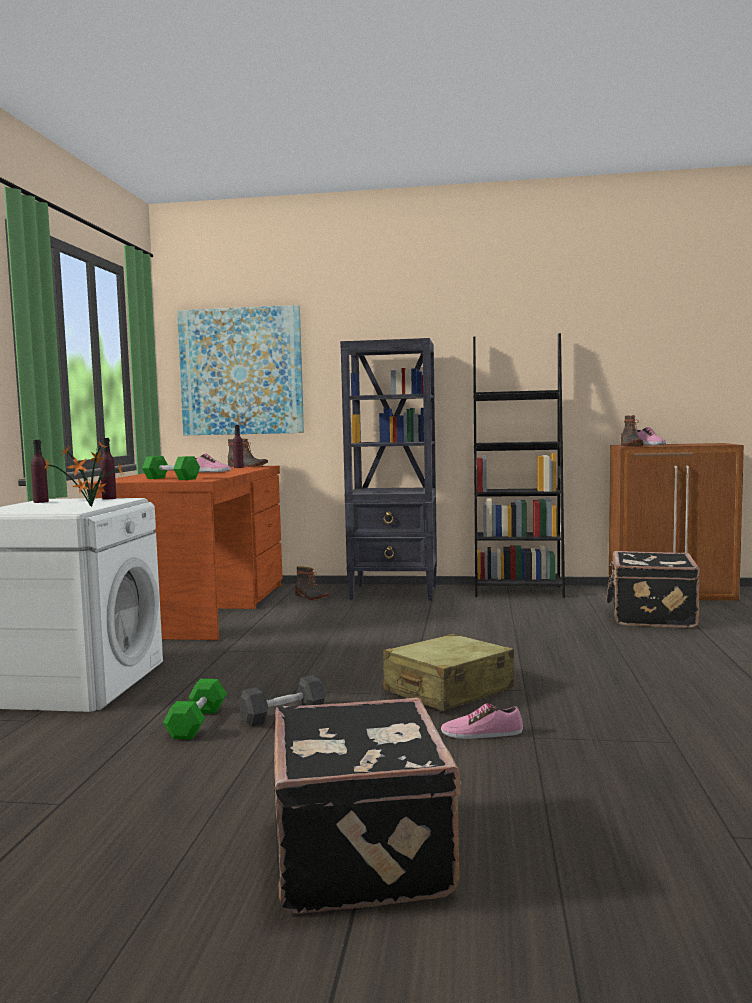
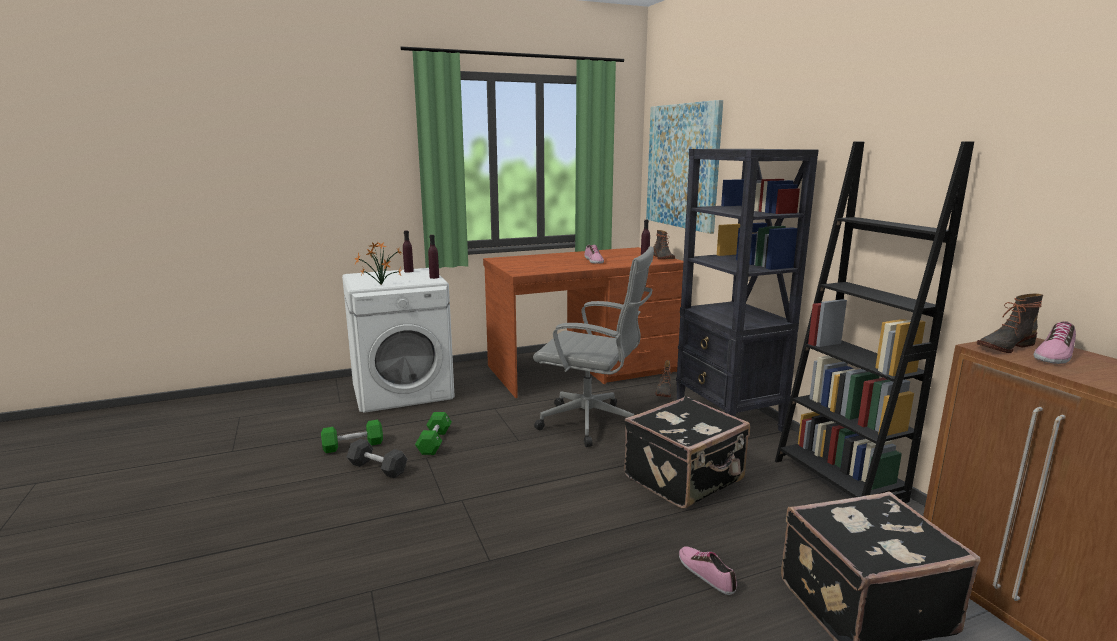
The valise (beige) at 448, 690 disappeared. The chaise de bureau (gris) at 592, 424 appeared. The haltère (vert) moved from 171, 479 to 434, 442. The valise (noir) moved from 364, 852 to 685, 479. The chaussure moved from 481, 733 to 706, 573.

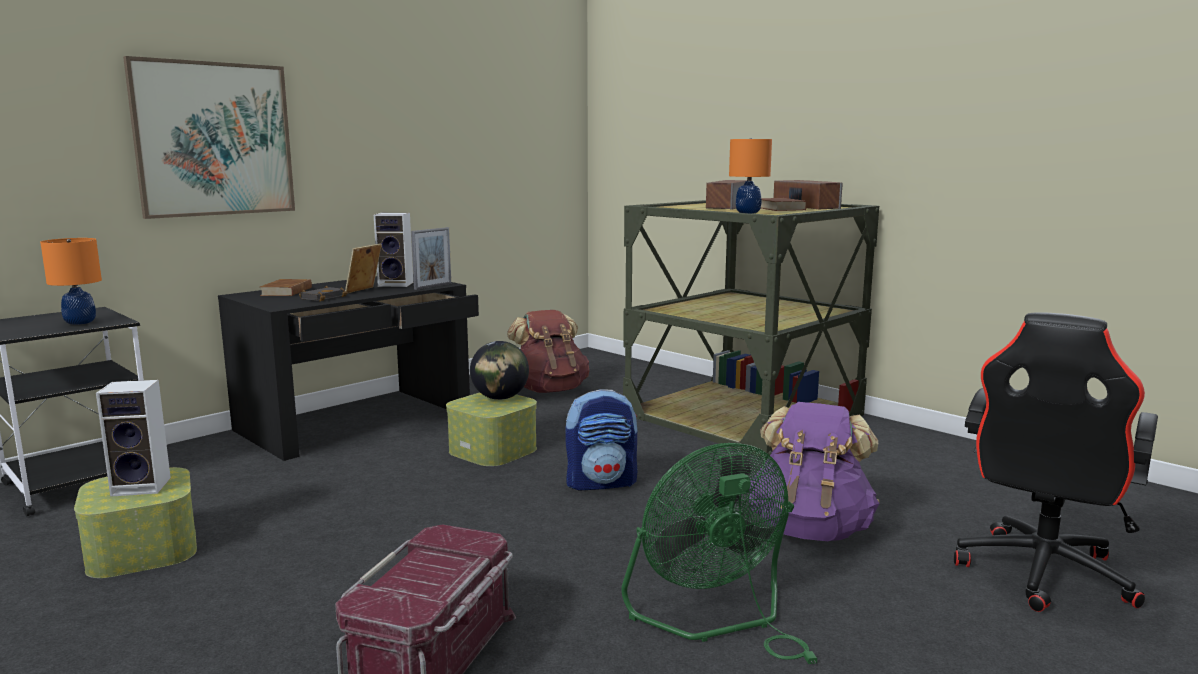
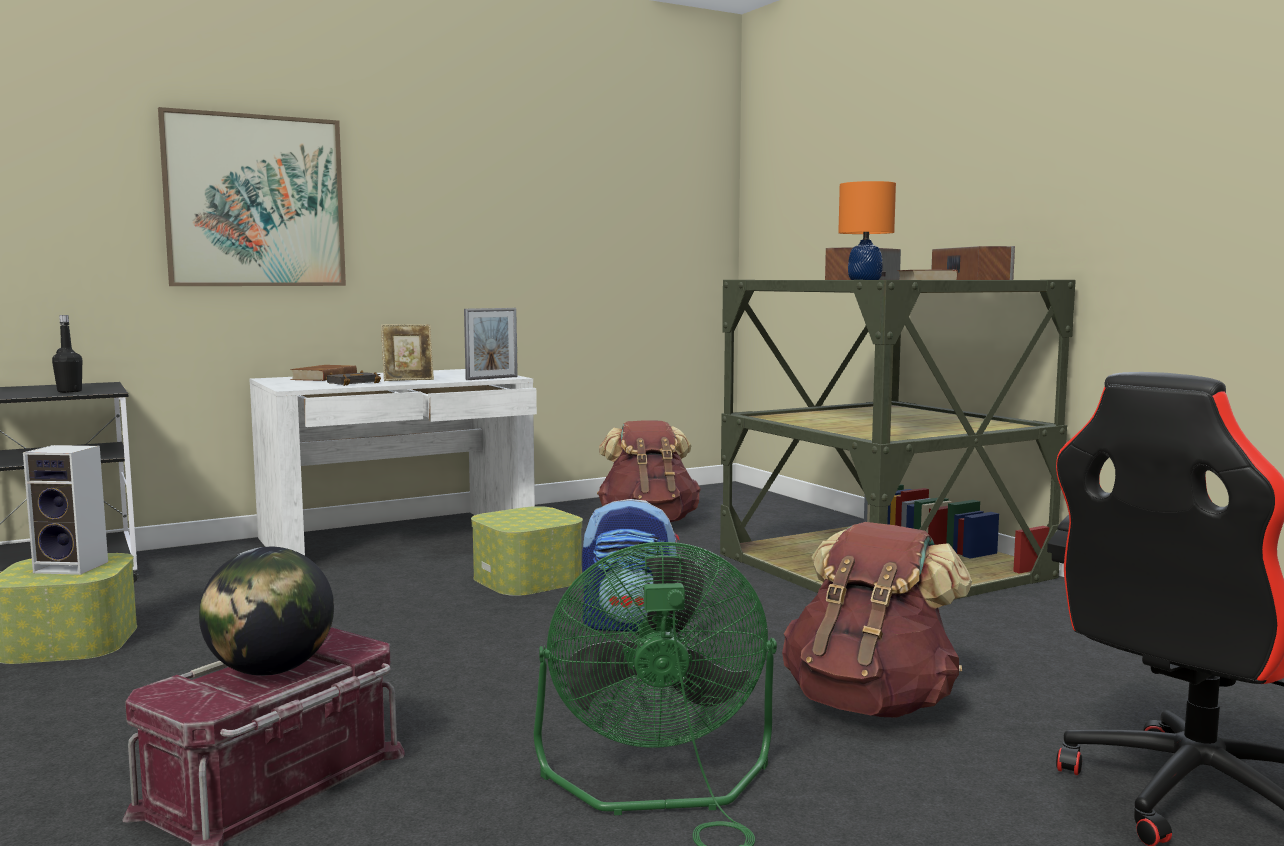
The enceinte at 397, 284 disappeared. The globe moved from 500, 398 to 271, 671. The lampe de table (orange) at 79, 323 was replaced by the bouteille (noir) at 69, 391. The bureau (noir) at 363, 422 became the bureau (blanc) at 403, 540. The sac à dos (violet) at 810, 530 became the sac à dos (marron) at 871, 704. The cadre photo at 364, 291 turned 150 degrees counterclockwise.

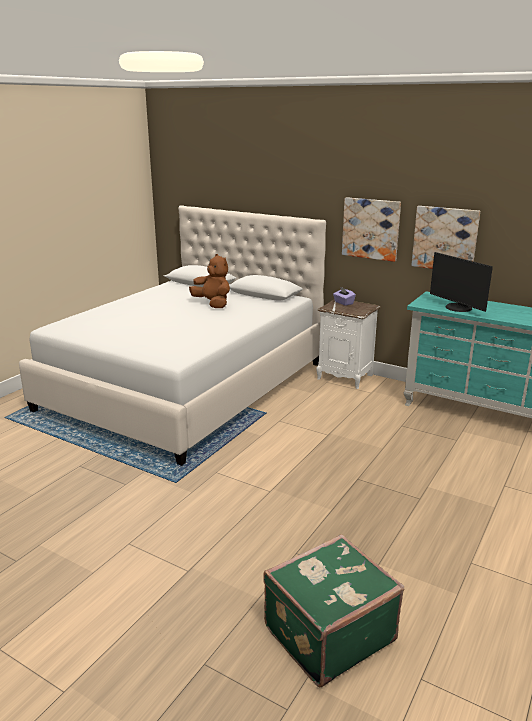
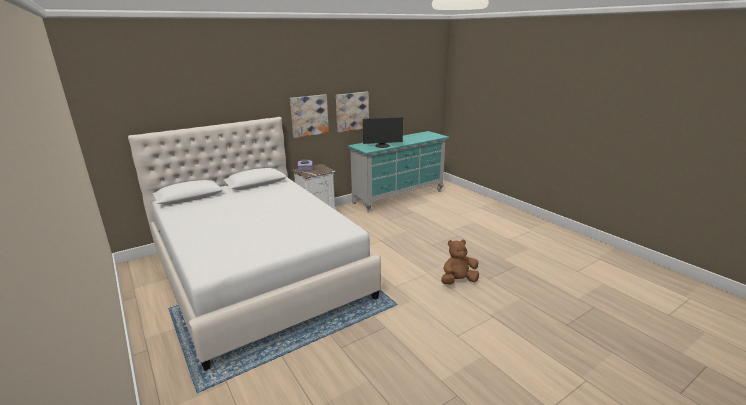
The valise (vert) at 327, 632 disappeared. The peluche (marron) moved from 213, 304 to 458, 281.

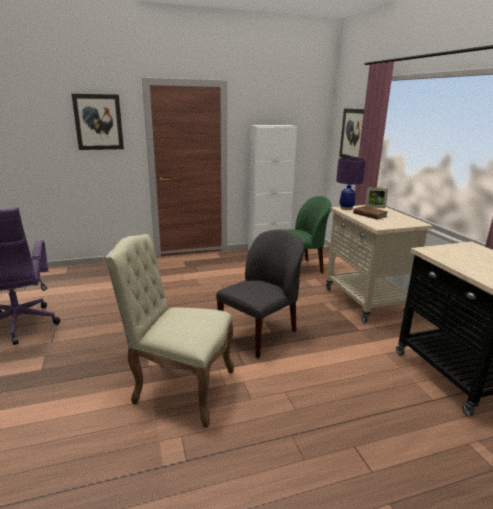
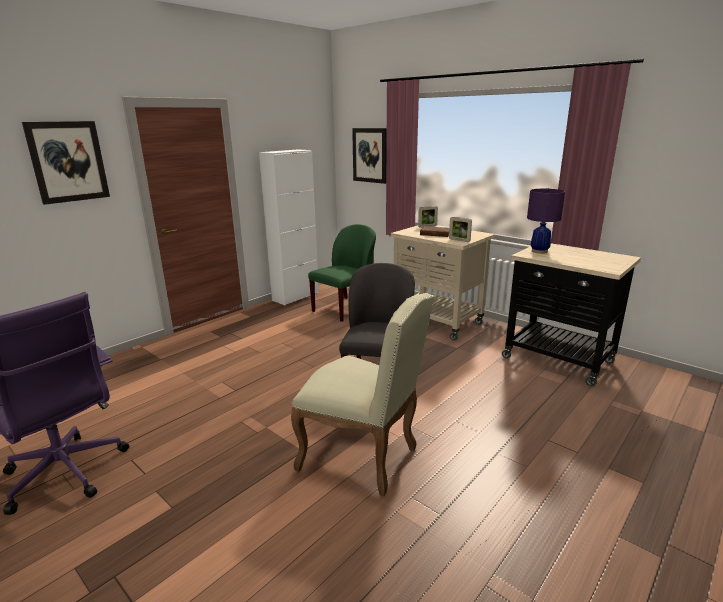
The cadre photo at 459, 240 appeared. The lampe de table (violet) moved from 346, 208 to 539, 251. The chaise (beige) at 181, 388 turned 135 degrees counterclockwise.

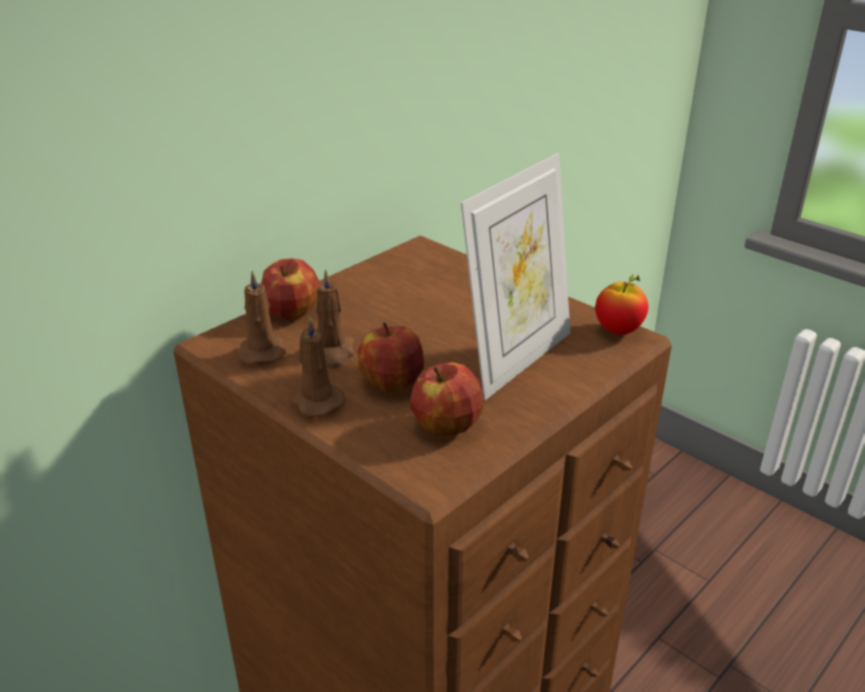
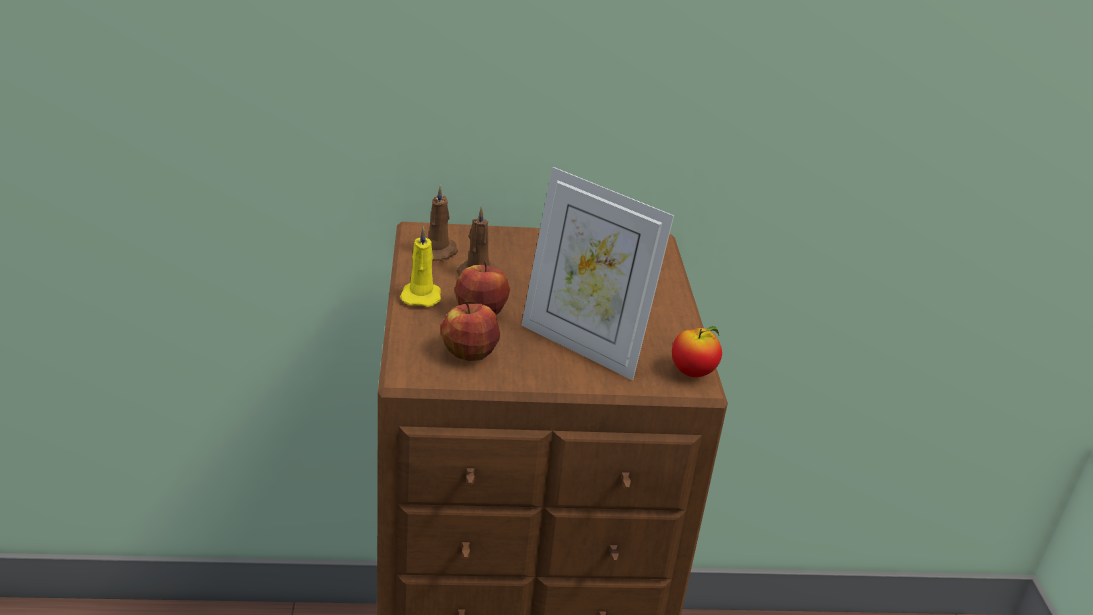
The pomme at 293, 312 disappeared. The bougie (marron) at 315, 401 became the bougie (jaune) at 421, 295. The cadre photo at 516, 359 turned 45 degrees clockwise.

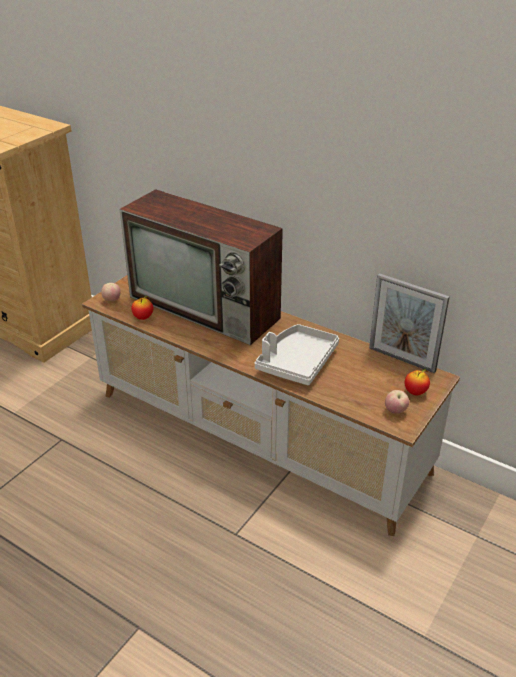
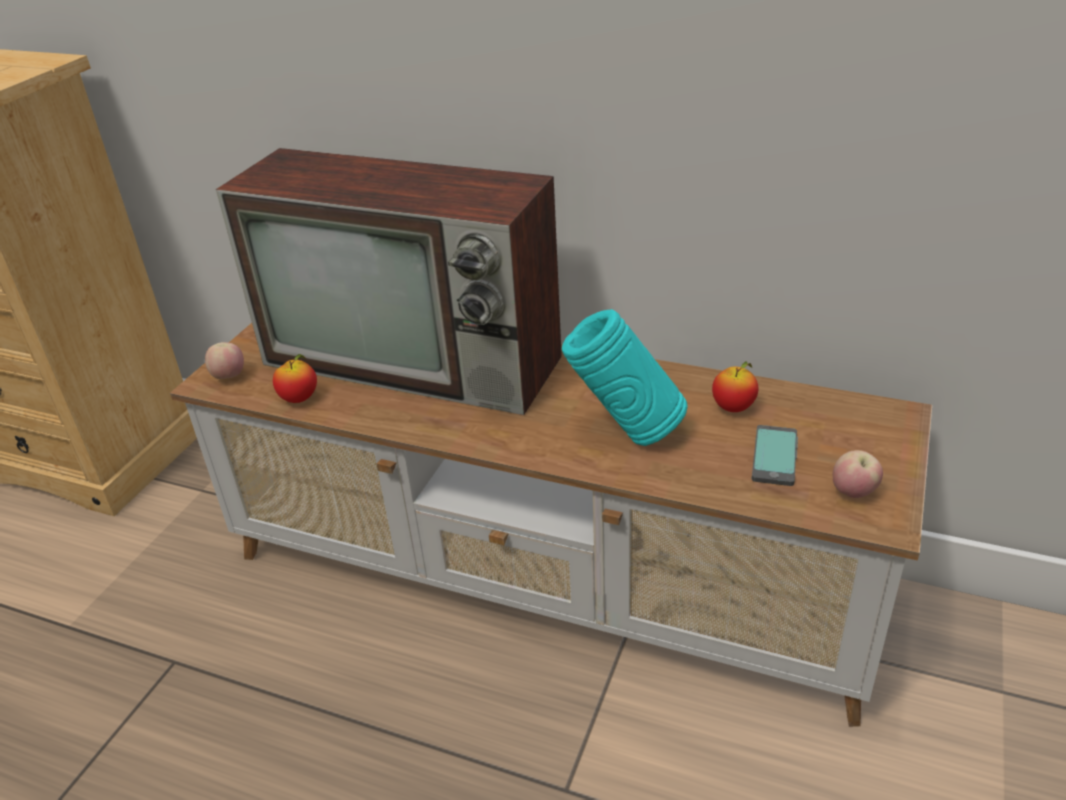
The cadre photo at 401, 359 disappeared. The téléphone at 775, 456 appeared. The pomme moved from 415, 392 to 733, 408. The plateau (gris) at 297, 362 was replaced by the vase (turquoise) at 625, 432.

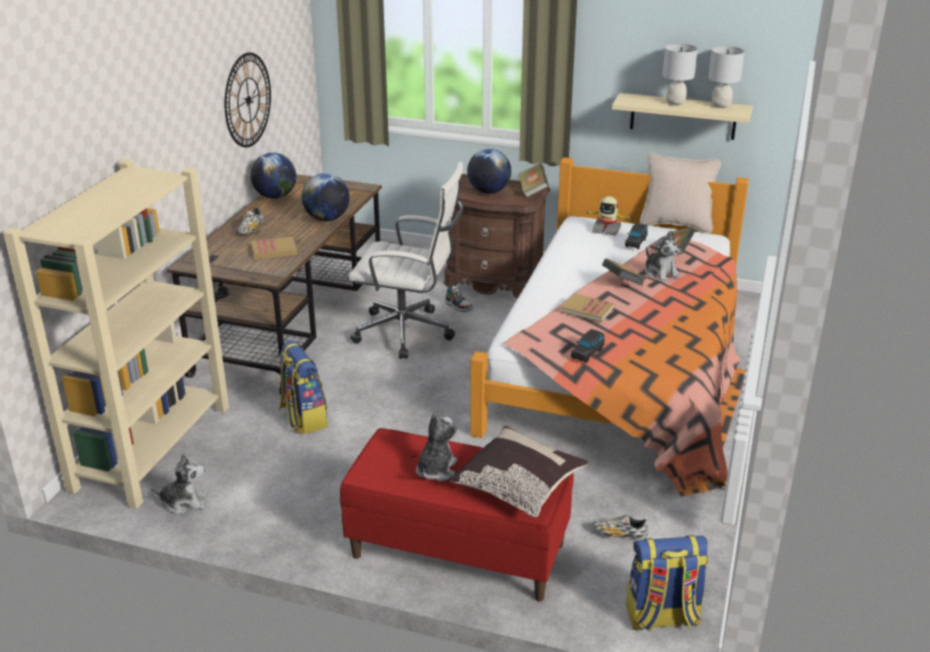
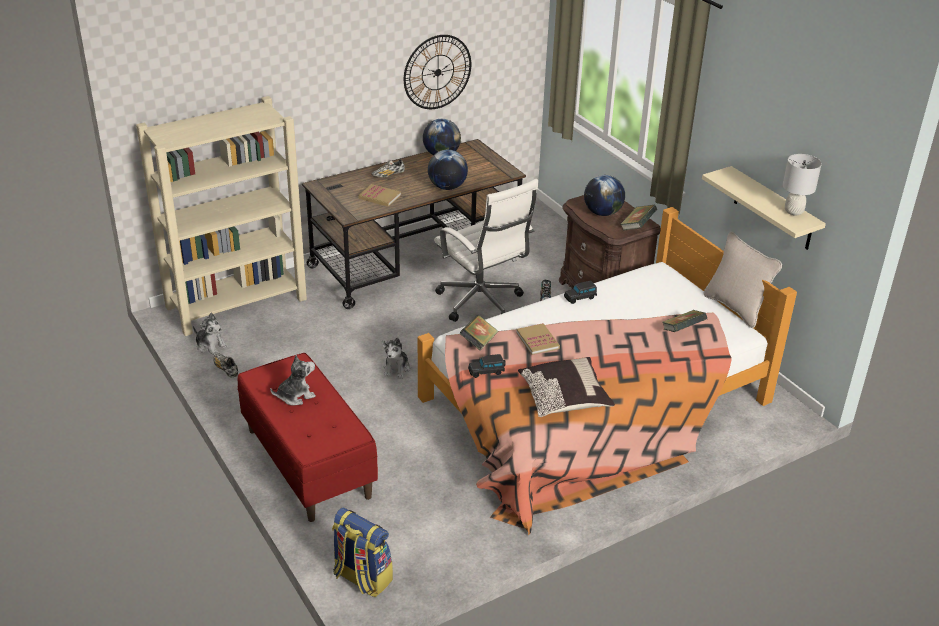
The sac à dos at 303, 418 disappeared. The robot jouet at 606, 230 disappeared. The lampe de table (gris) at 676, 103 disappeared. The coussin moved from 518, 485 to 564, 398. The chaussure moved from 619, 534 to 226, 369. The livre moved from 622, 284 to 478, 342. The petite voiture (noir) moved from 636, 242 to 580, 298. The peluche moved from 661, 274 to 396, 369.

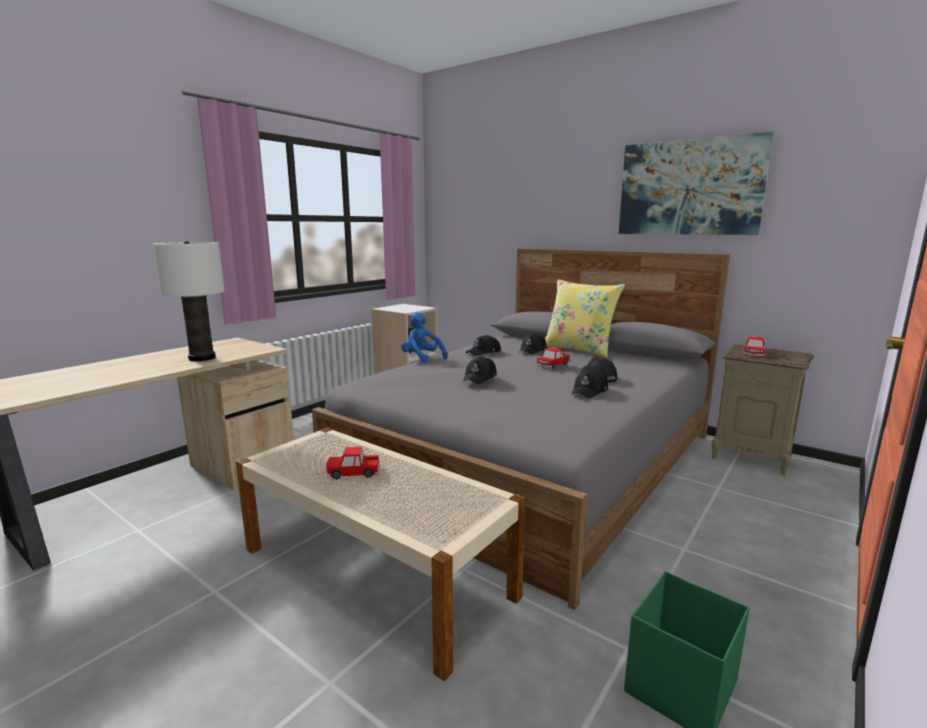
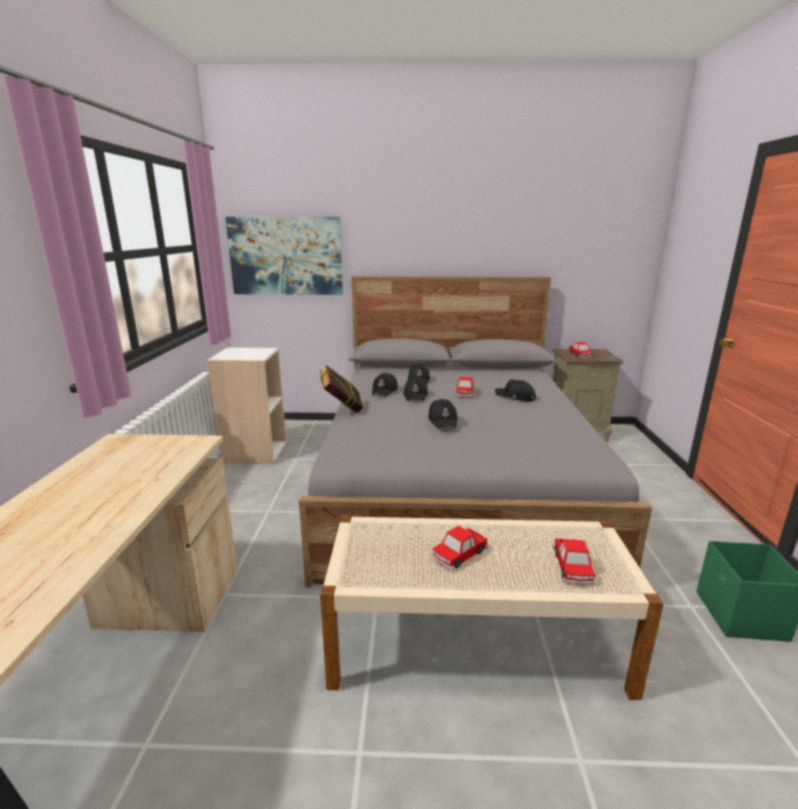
The lampe de table (blanc) at 202, 358 disappeared. The coussin (jaune) at 579, 349 disappeared. The petite voiture at 572, 567 appeared. The casquette (noir) moved from 590, 391 to 416, 395. The tableau moved from 689, 188 to 286, 256. The peluche (bleu) at 422, 358 was replaced by the livre at 342, 410.

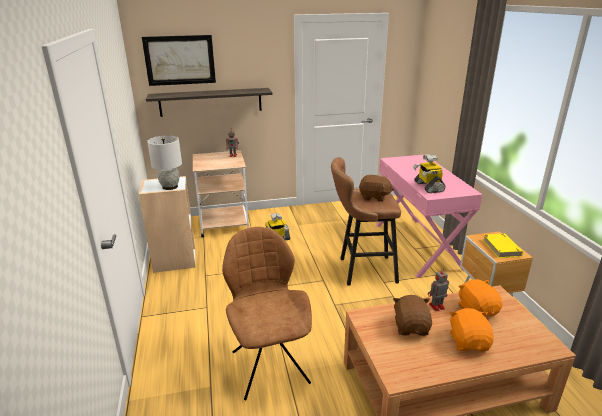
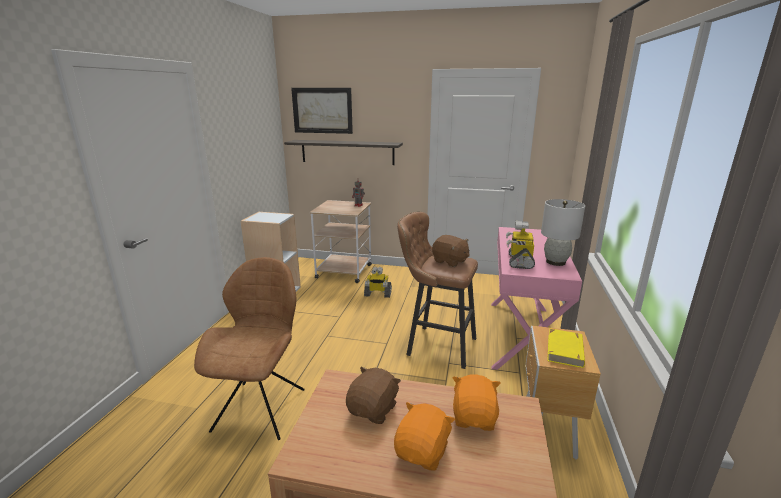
The robot jouet at 436, 306 disappeared. The lampe de table (blanc) moved from 170, 187 to 555, 262.

